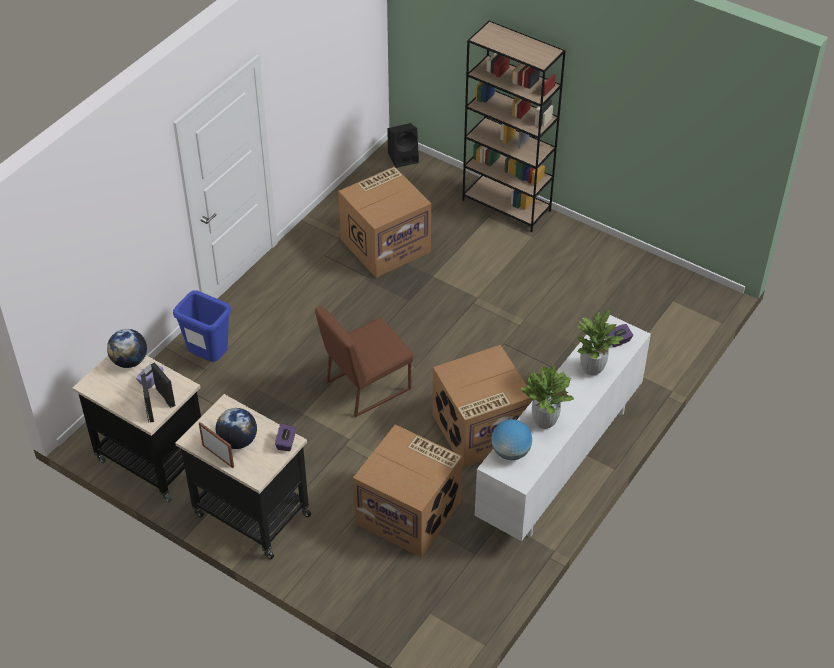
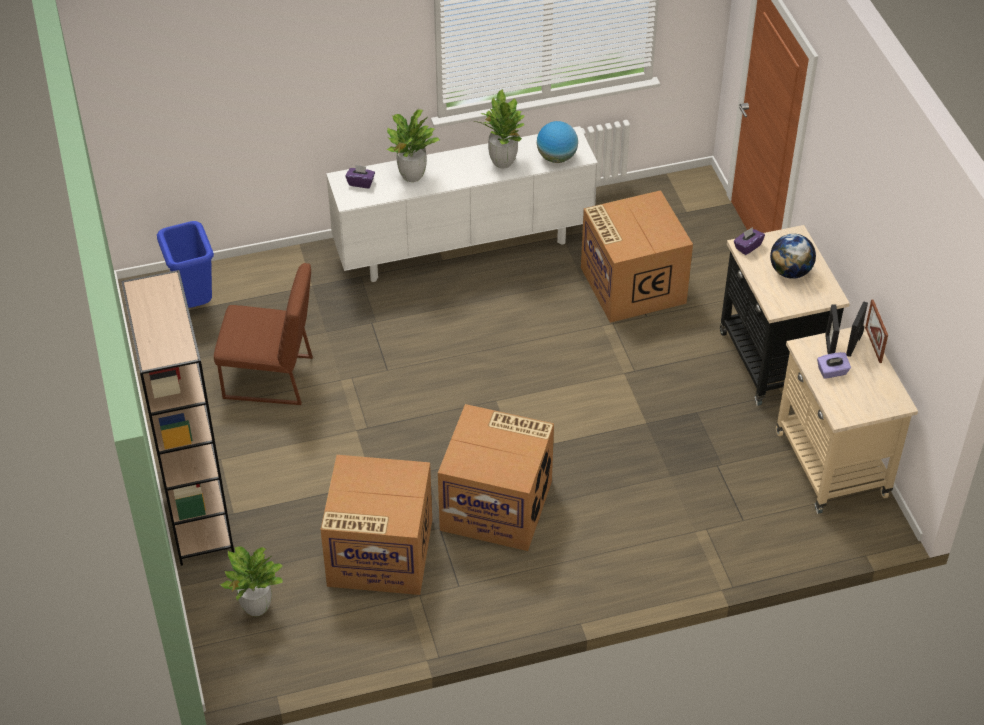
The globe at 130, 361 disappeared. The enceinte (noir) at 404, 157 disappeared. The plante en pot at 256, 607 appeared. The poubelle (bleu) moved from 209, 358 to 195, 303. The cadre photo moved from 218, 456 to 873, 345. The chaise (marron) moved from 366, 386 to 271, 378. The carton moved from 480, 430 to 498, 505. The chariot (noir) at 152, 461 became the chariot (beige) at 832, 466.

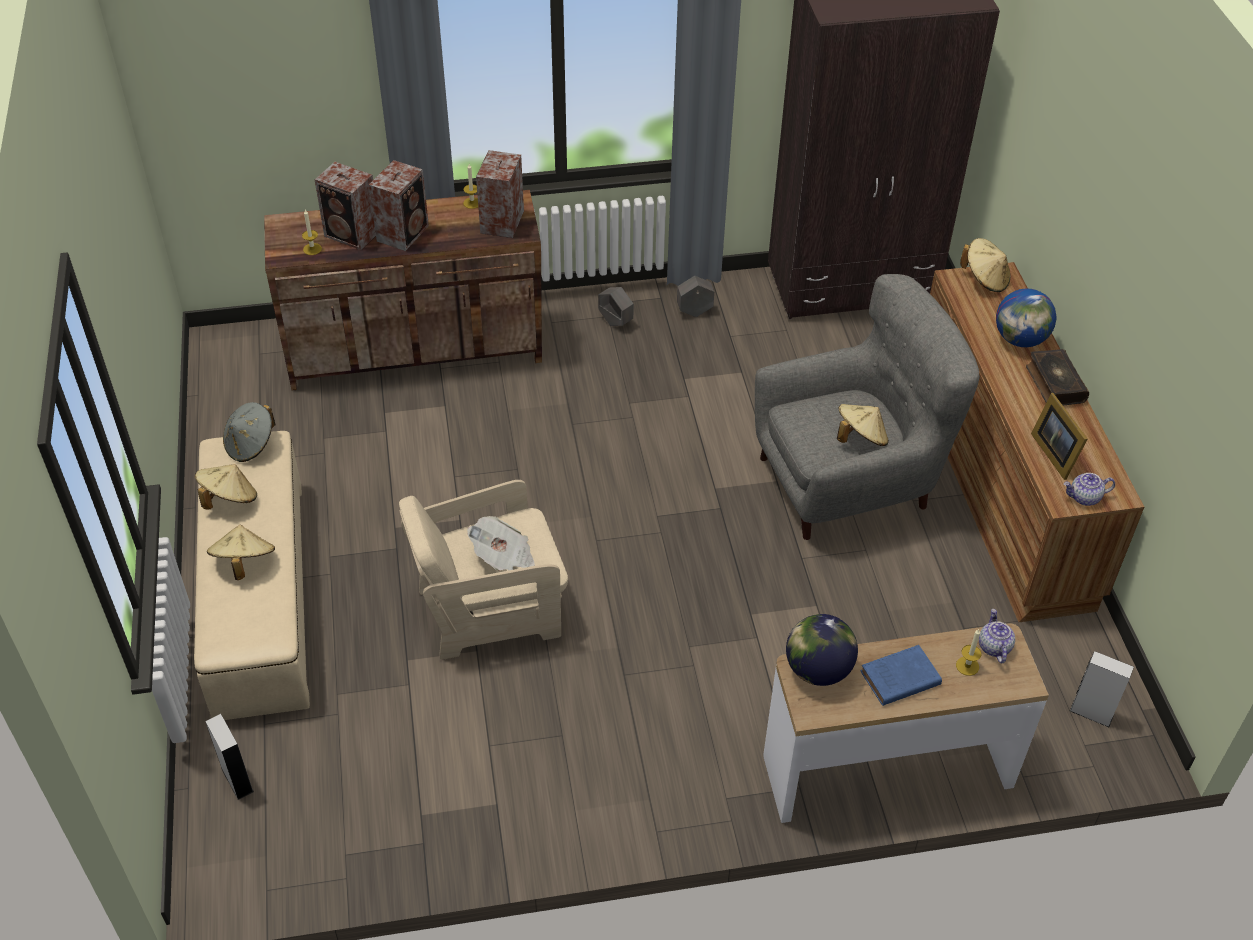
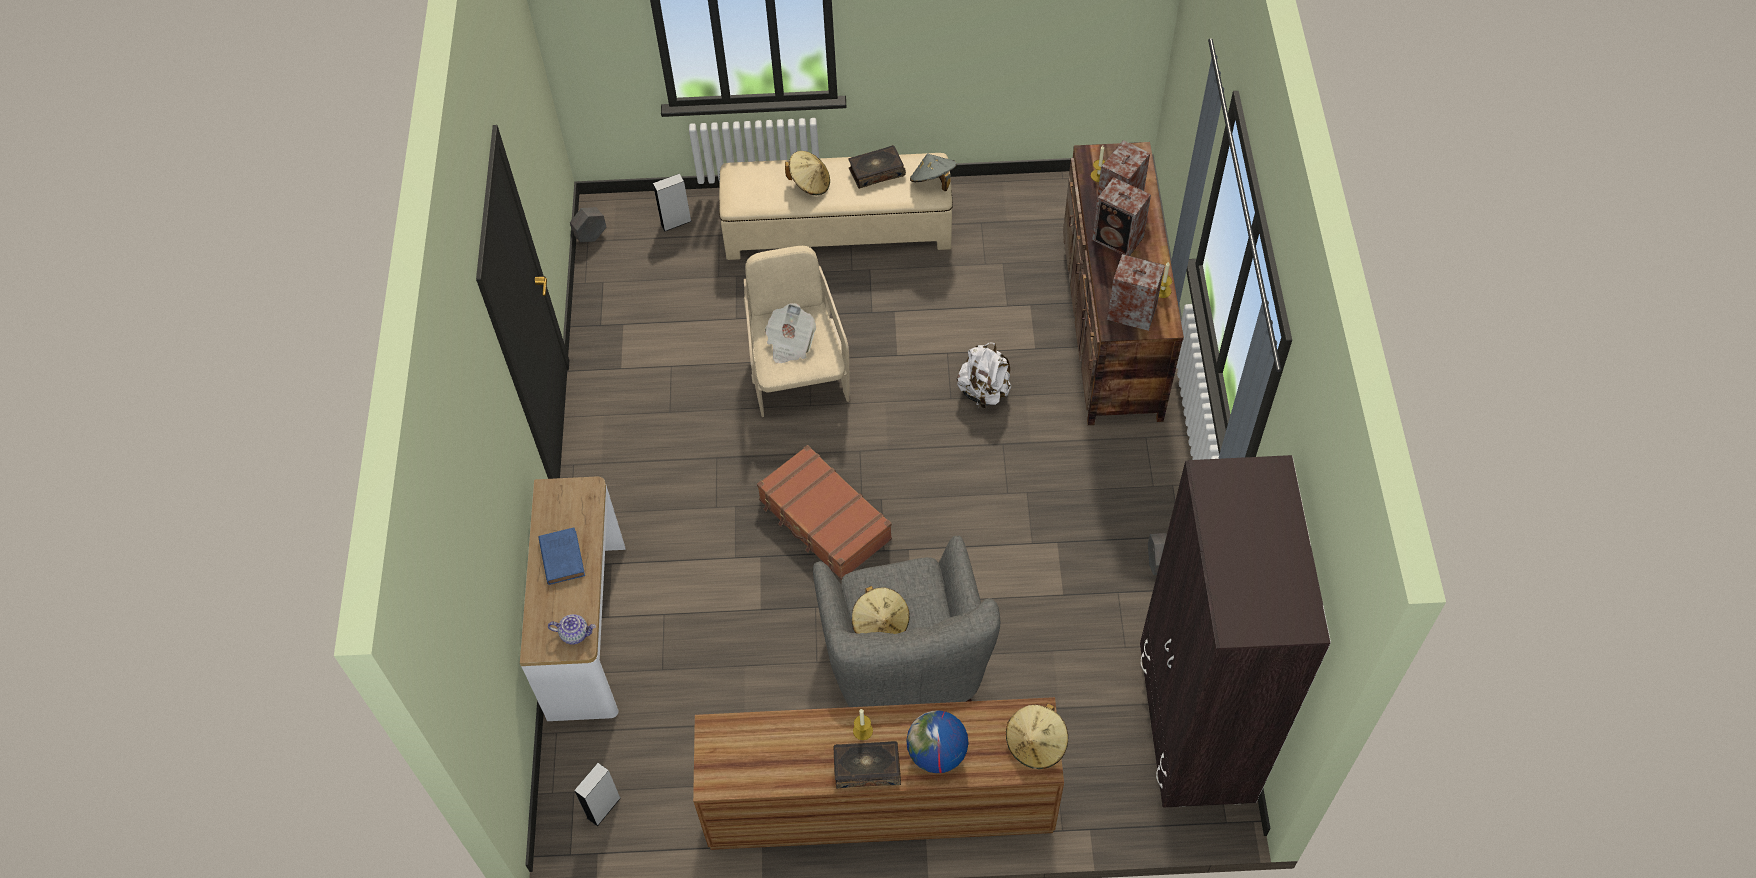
The globe at 817, 669 disappeared. The cadre photo at 1054, 452 disappeared. The théière at 1084, 498 disappeared. The valise (marron) at 824, 521 appeared. The sac à dos (blanc) at 984, 391 appeared. The cache-pot (gris) moved from 615, 322 to 591, 236. The bougie moved from 967, 666 to 863, 730. The chapeau (beige) at 229, 499 was replaced by the livre at 876, 171.

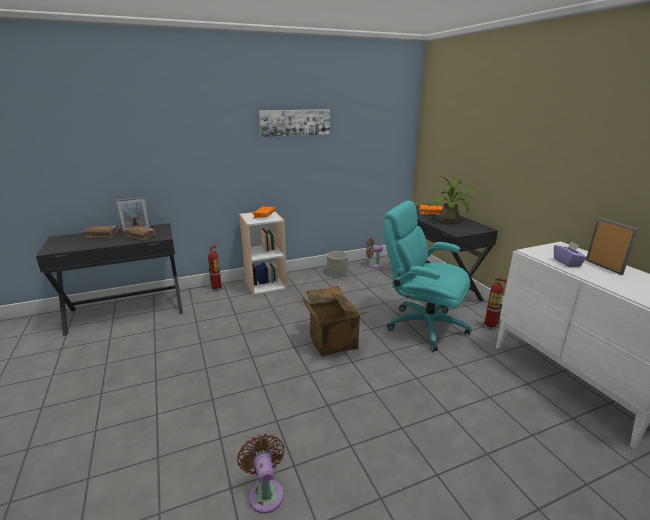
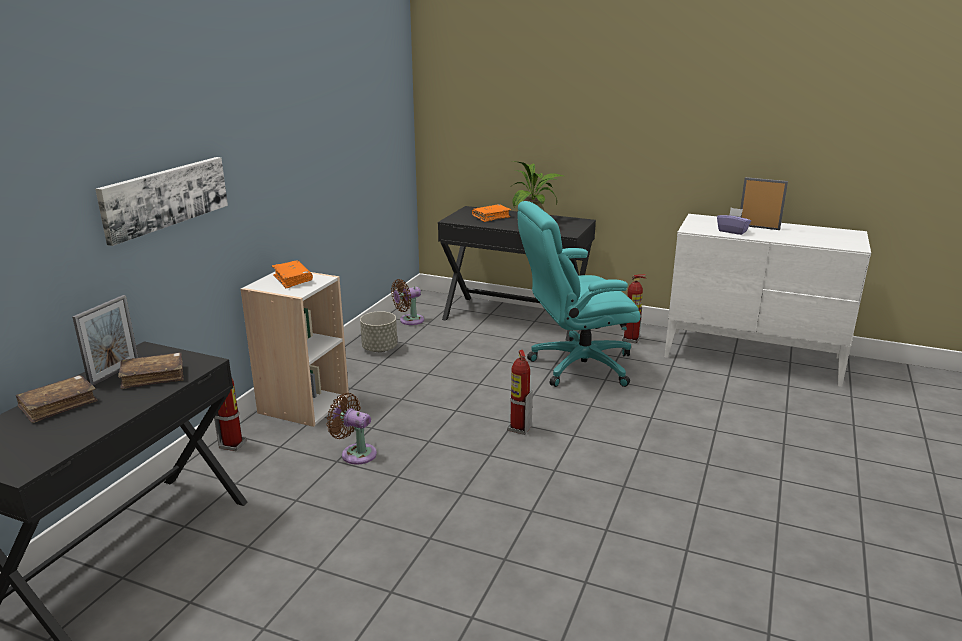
The ventilateur (marron) moved from 265, 492 to 355, 453. The tableau moved from 295, 122 to 165, 197. The carton at 331, 342 was replaced by the extincteur at 519, 428.

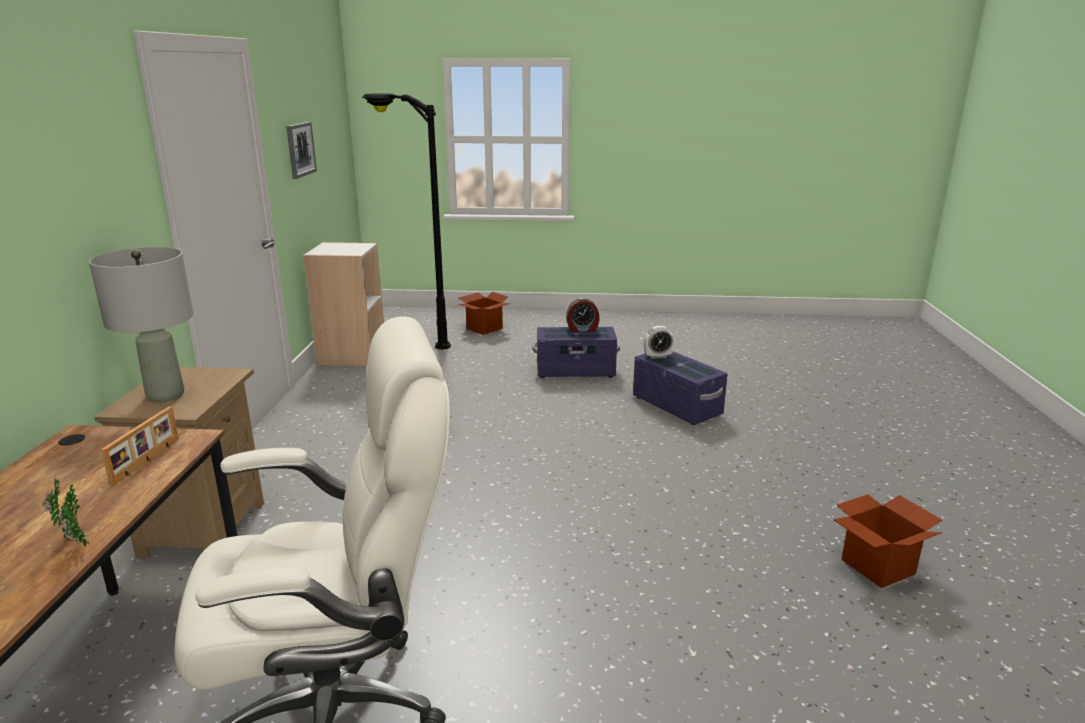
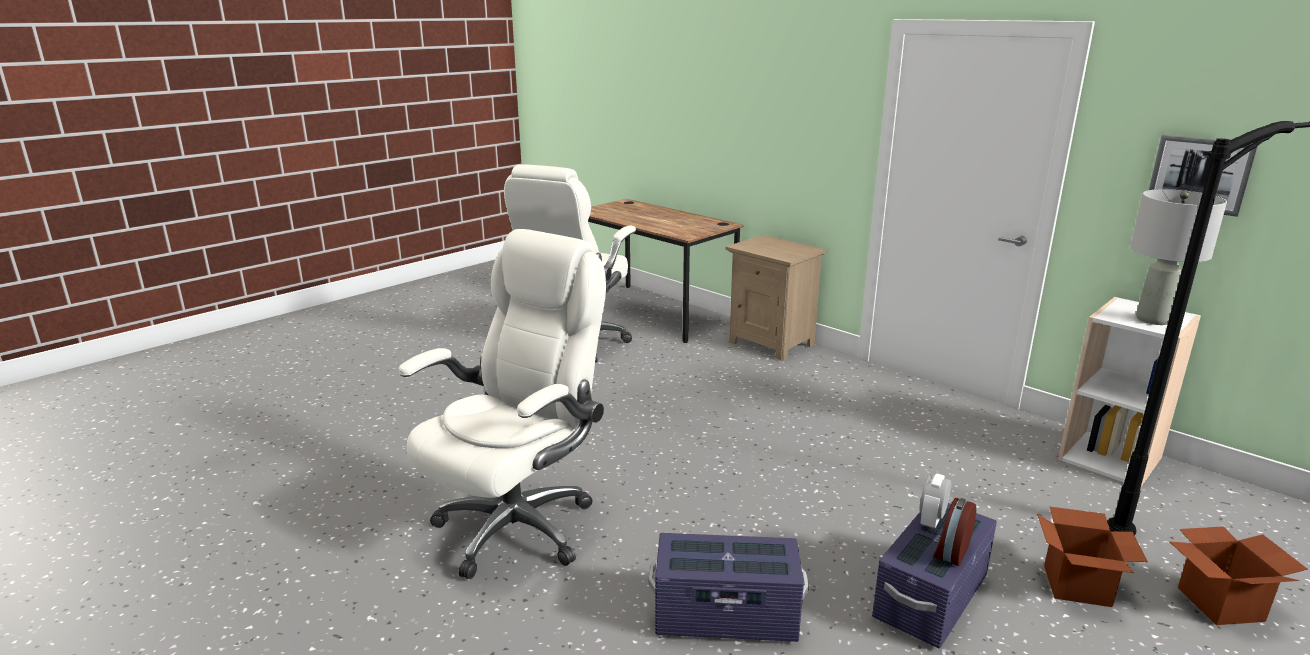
The plante en pot at 75, 543 disappeared. The cadre photo at 147, 460 disappeared. The chaise de bureau (blanc) at 517, 527 appeared. The lampe de table (gris) moved from 165, 395 to 1152, 319. The réveil moved from 657, 356 to 931, 520. The carton moved from 878, 567 to 1076, 586.

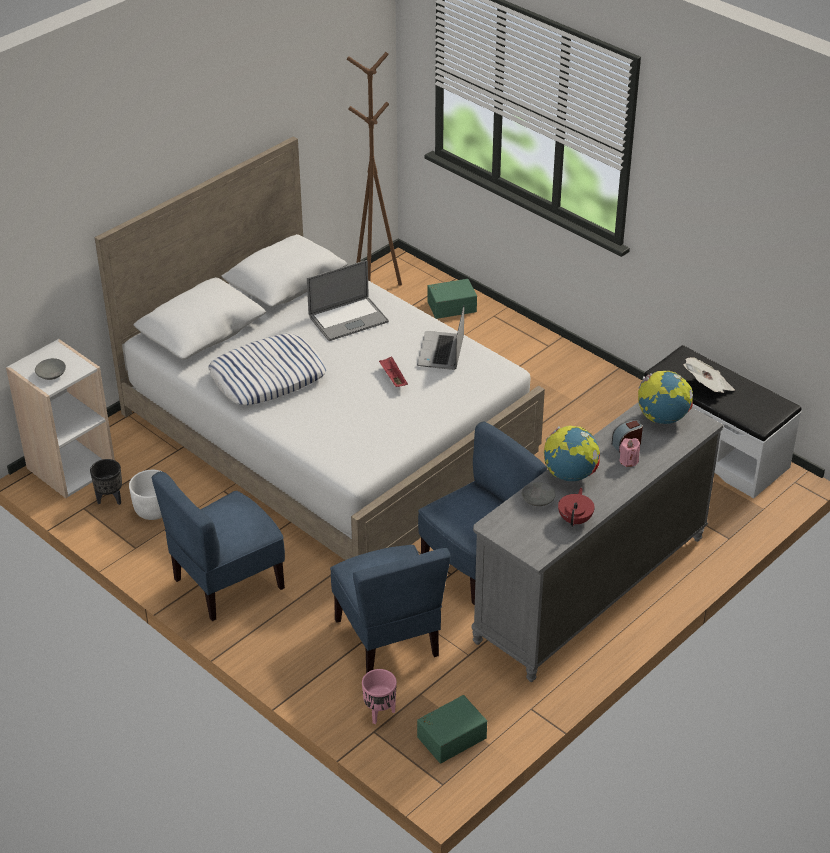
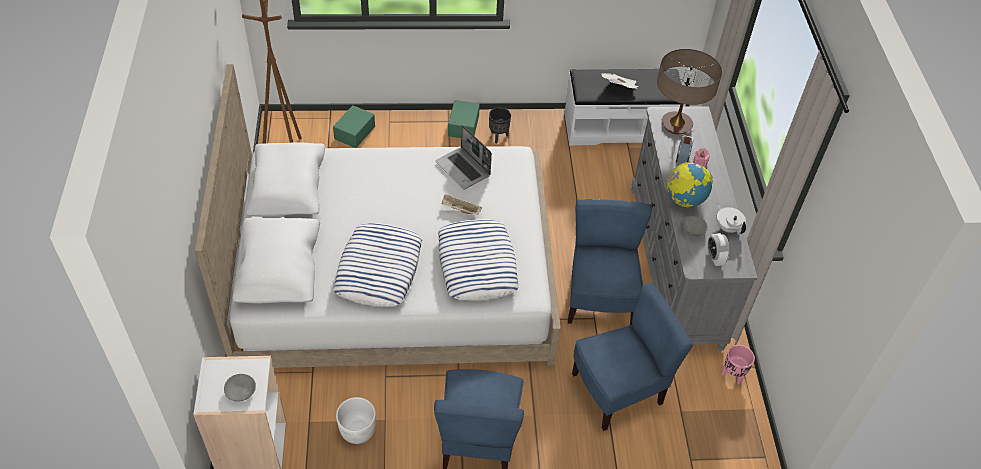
The ordinateur portable at 348, 319 disappeared. The coussin at 476, 264 appeared. The réveil at 714, 258 appeared. The cache-pot (noir) moved from 109, 499 to 498, 137. The cache-pot (rose) moved from 379, 713 to 733, 375. The boîte de rangement (vert) moved from 450, 736 to 462, 125. The globe at 662, 418 was replaced by the lampe de table at 676, 125. The plateau (rouge) at 393, 378 became the plateau (beige) at 460, 210. The théière (rouge) at 575, 519 became the théière (blanc) at 727, 227. The chaise (bleu) at 389, 638 turned 45 degrees counterclockwise.

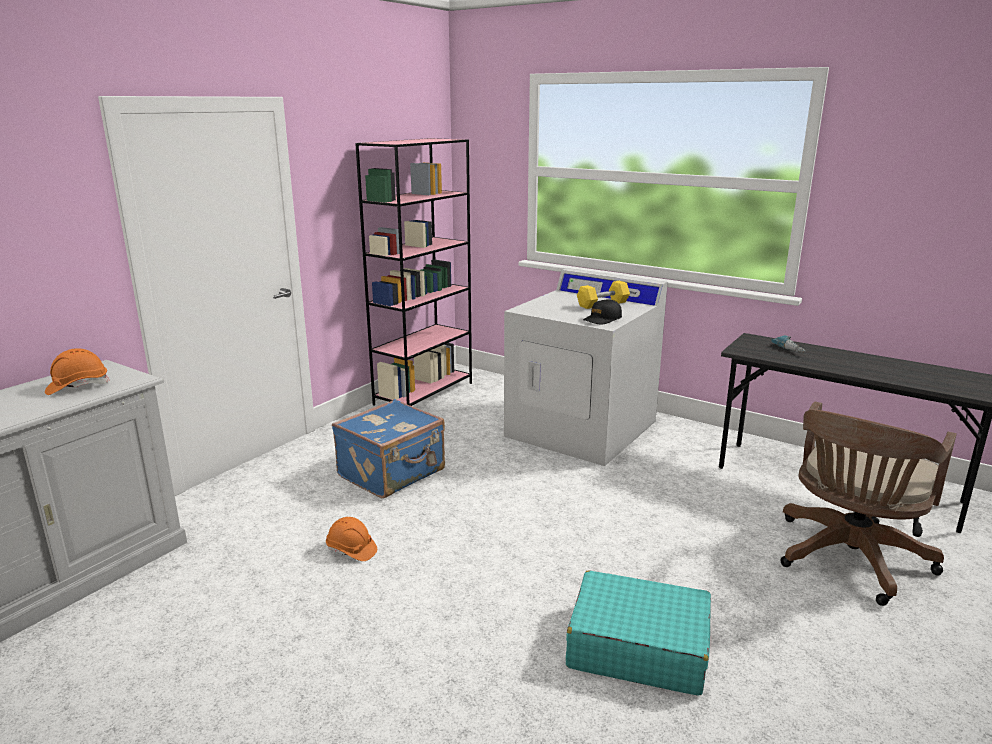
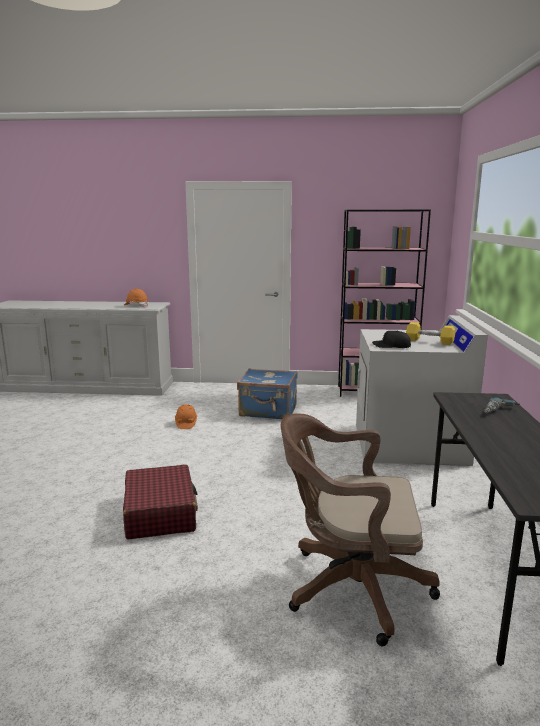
The valise (turquoise) at 637, 647 became the valise (rouge) at 160, 513.

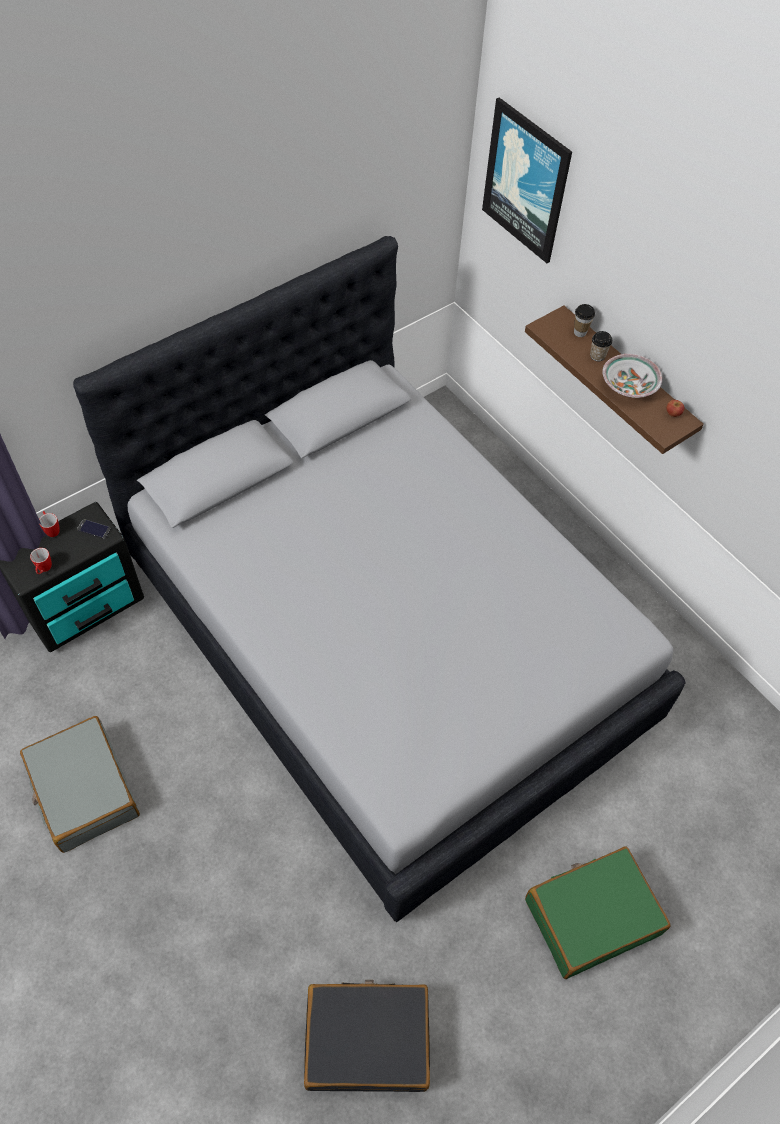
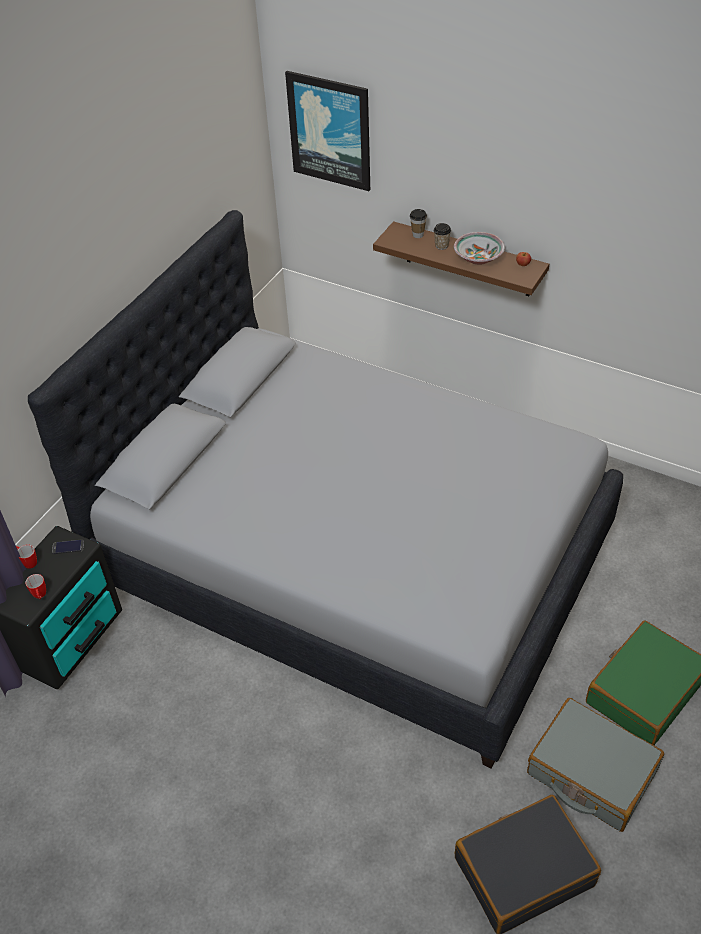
The valise (gris) moved from 83, 790 to 591, 772.

